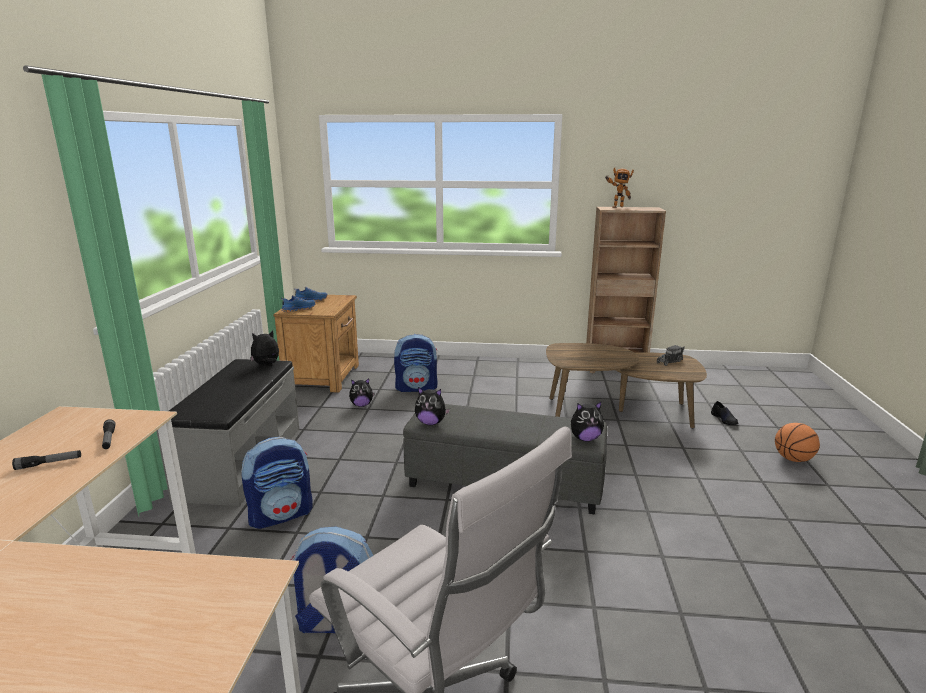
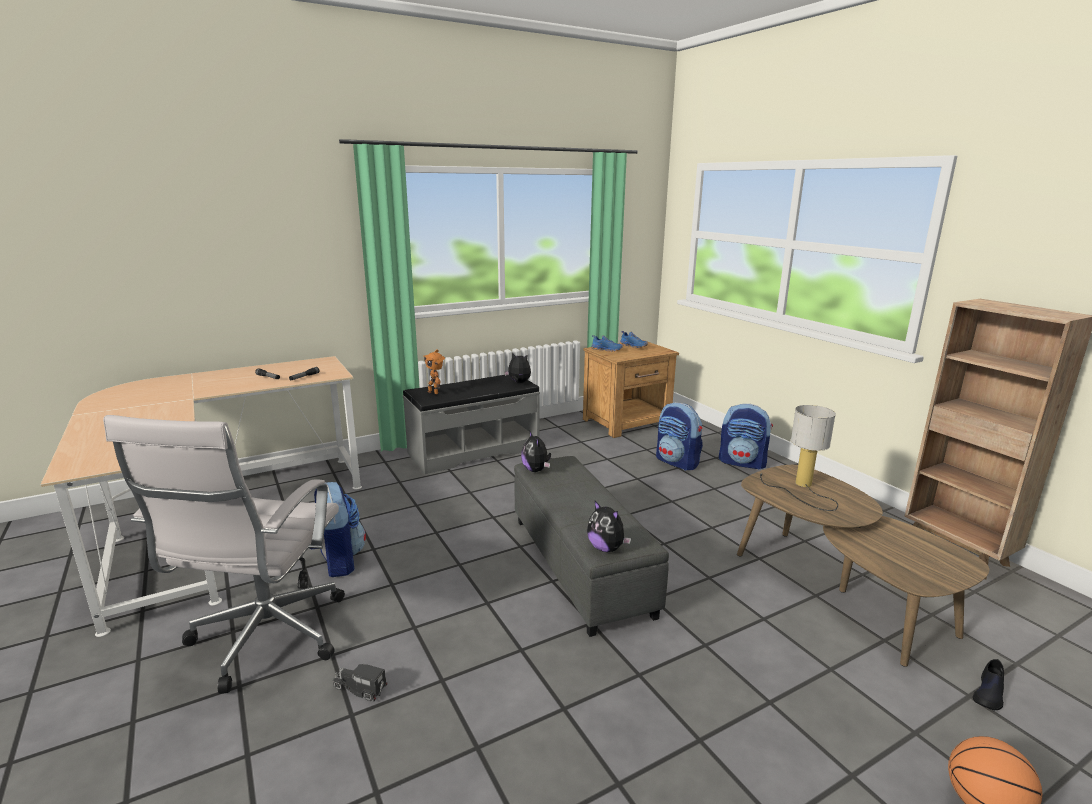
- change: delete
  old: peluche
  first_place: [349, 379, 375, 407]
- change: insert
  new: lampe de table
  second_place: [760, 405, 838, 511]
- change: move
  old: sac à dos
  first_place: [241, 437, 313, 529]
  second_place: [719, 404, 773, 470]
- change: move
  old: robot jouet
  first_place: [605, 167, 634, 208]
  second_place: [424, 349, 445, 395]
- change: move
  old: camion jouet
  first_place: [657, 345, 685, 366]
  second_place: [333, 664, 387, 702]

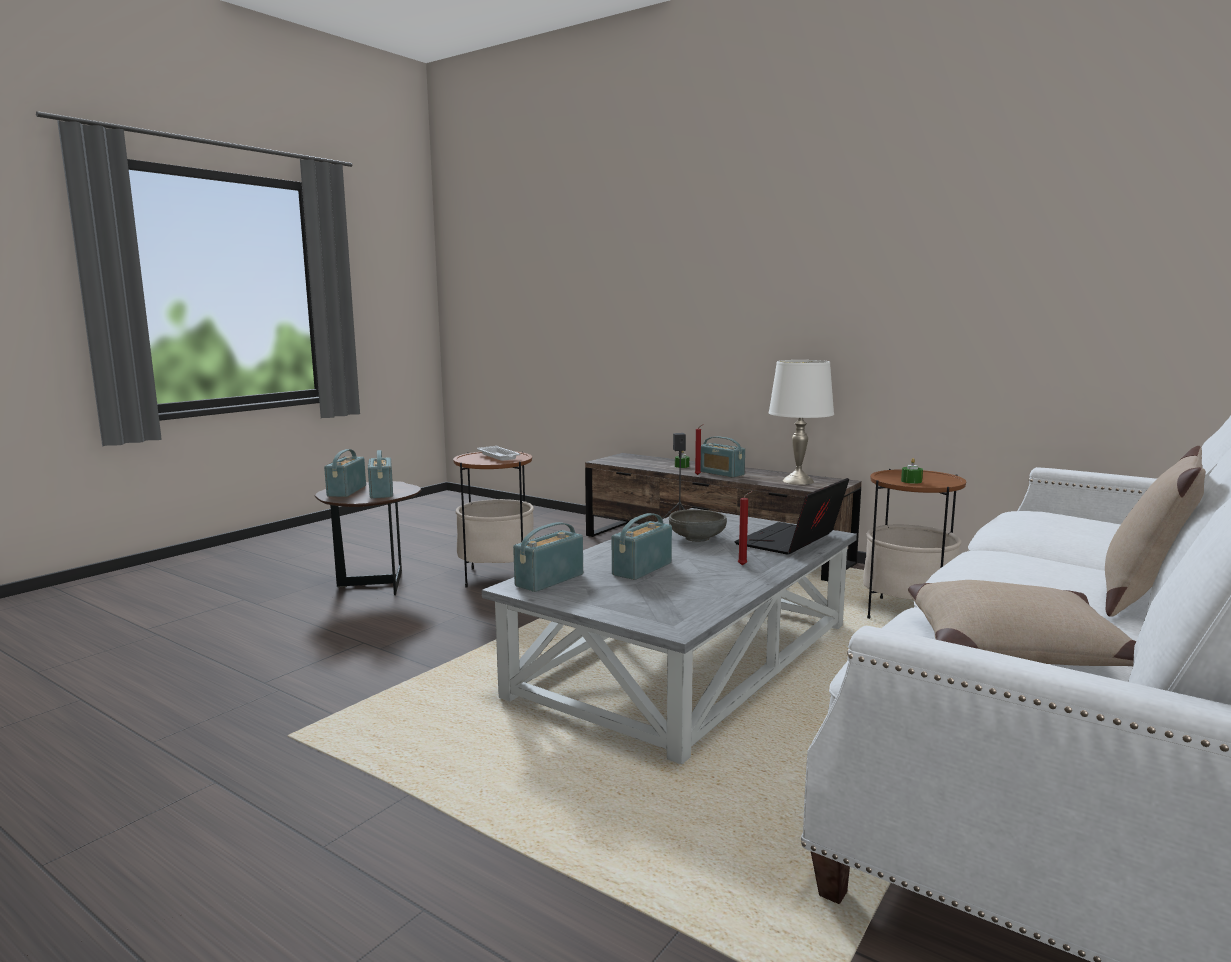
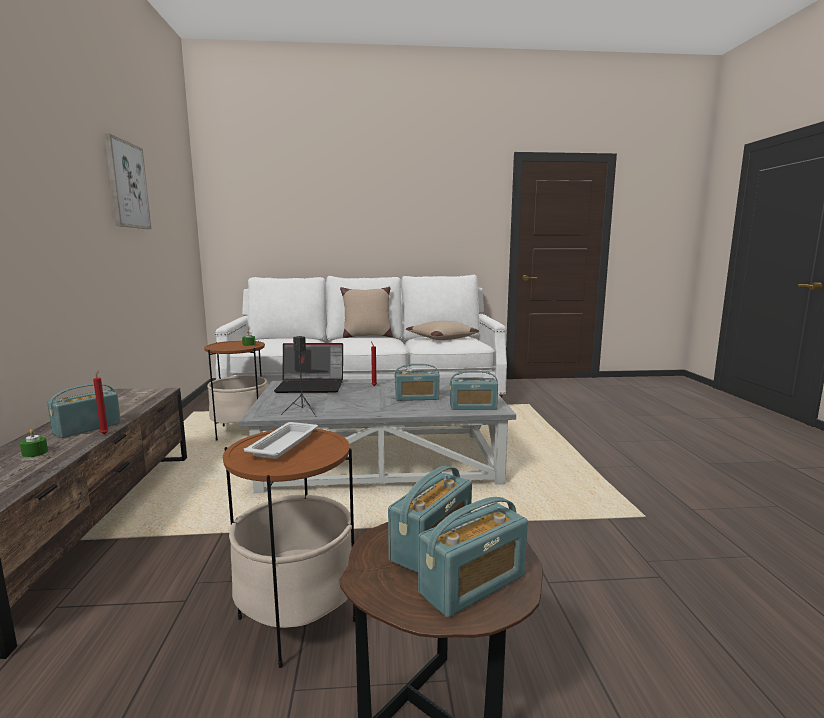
- change: delete
  old: bol (gris)
  first_place: [669, 509, 727, 542]
- change: delete
  old: lampe de table (blanc)
  first_place: [769, 360, 834, 485]
- change: insert
  new: tableau
  second_place: [105, 133, 151, 229]
- change: rotate
  old: radio
  first_place: [700, 436, 745, 478]
  second_place: [47, 384, 121, 438]
  degrees: -150

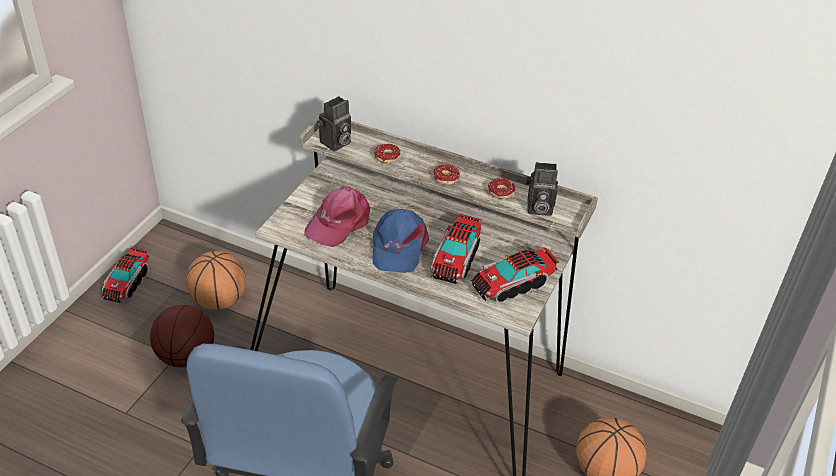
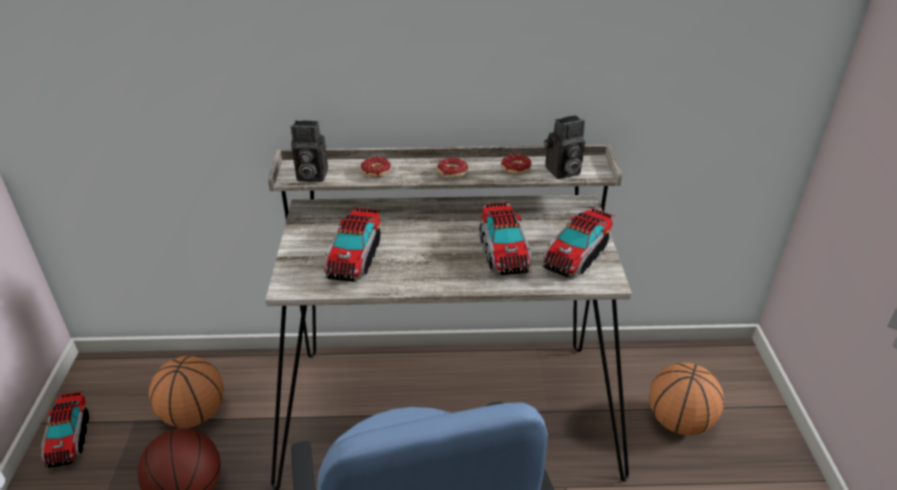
- change: delete
  old: casquette (bleu)
  first_place: [372, 209, 429, 273]
- change: replace
  old: casquette (rose)
  new: camion jouet
  first_place: [304, 186, 371, 247]
  second_place: [324, 208, 381, 282]
- change: rotate
  old: appareil photo
  first_place: [317, 96, 351, 151]
  second_place: [291, 120, 328, 182]
  degrees: 75

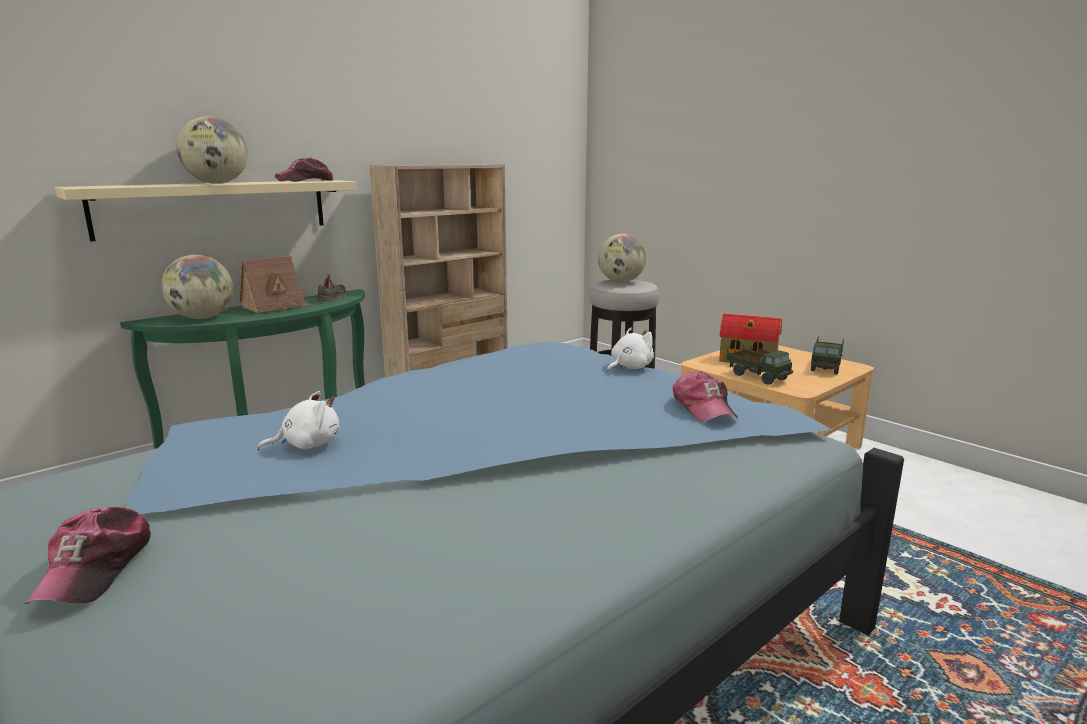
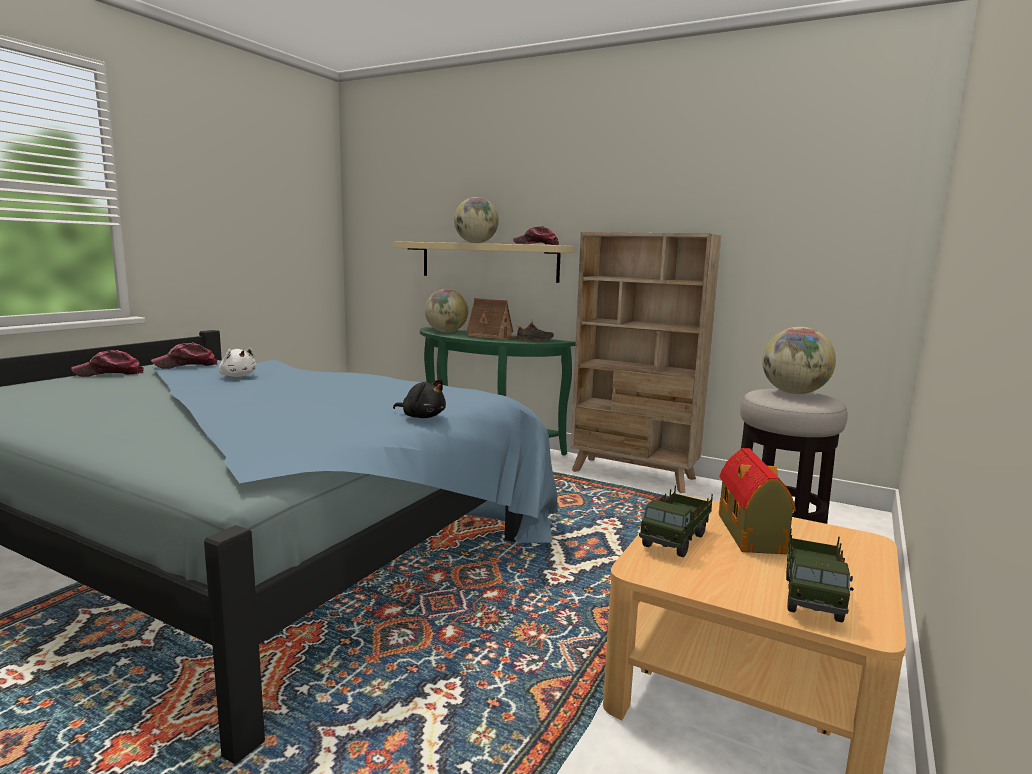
- change: move
  old: casquette
  first_place: [672, 371, 738, 422]
  second_place: [151, 343, 217, 369]
- change: recolor
  old: peluche (blanc)
  new: peluche (noir)
  first_place: [607, 328, 654, 372]
  second_place: [393, 379, 446, 418]
- change: rotate
  old: camion jouet
  first_place: [811, 336, 844, 374]
  second_place: [786, 528, 854, 622]
  degrees: -75

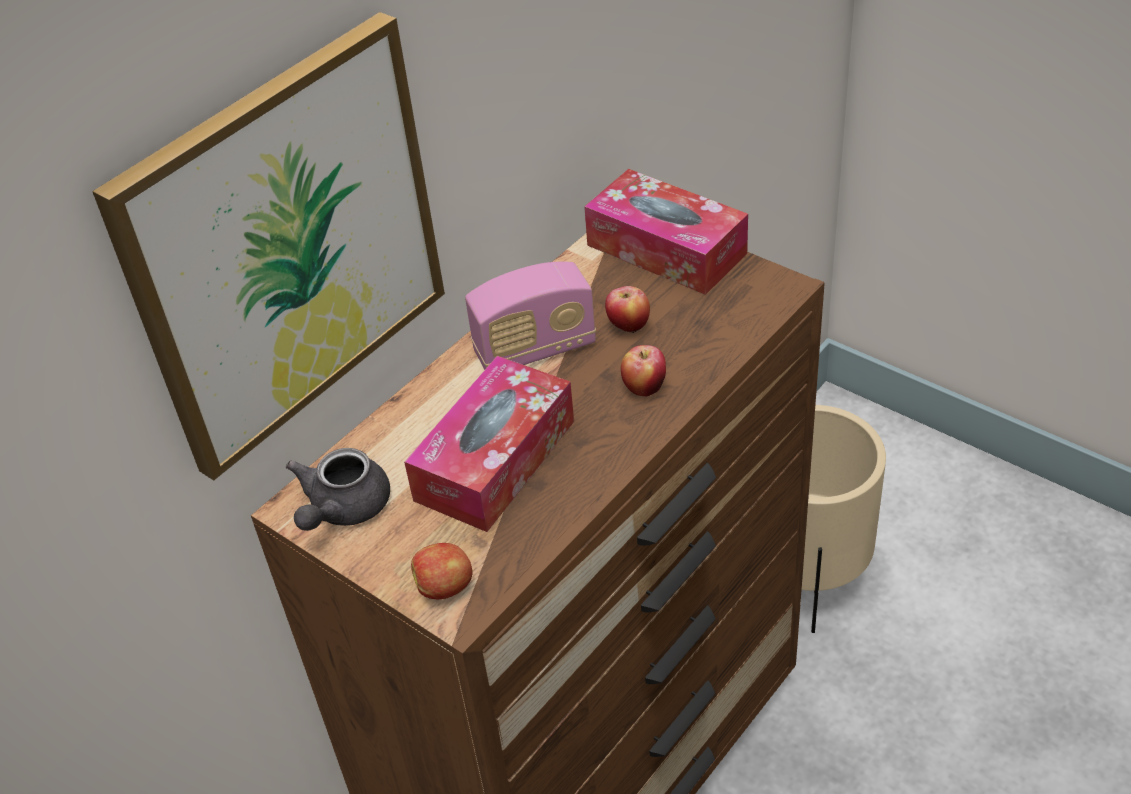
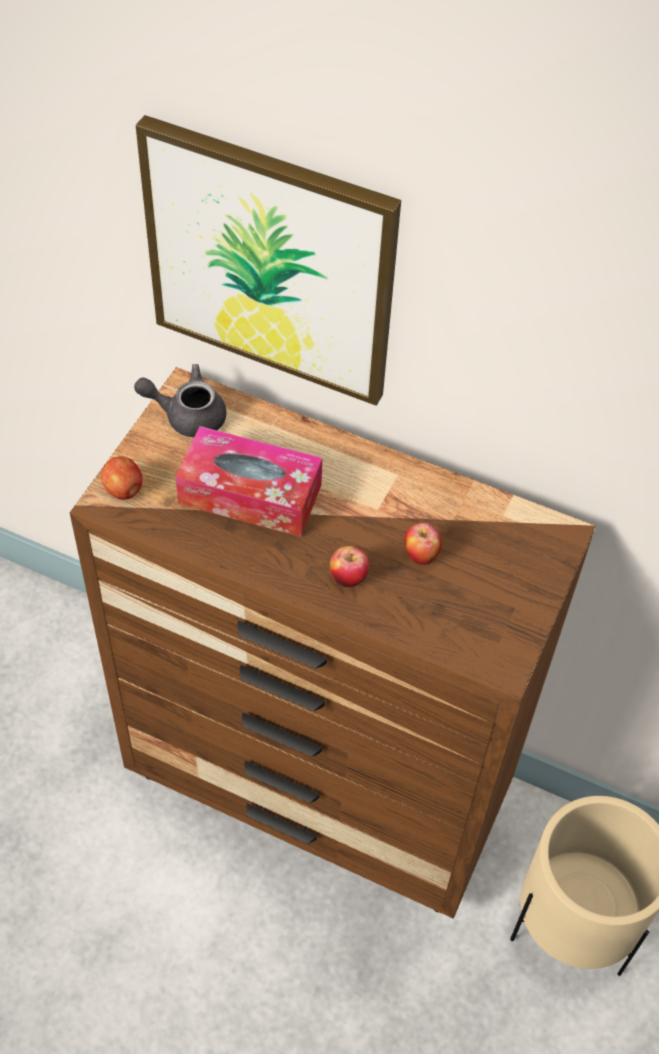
- change: delete
  old: radio
  first_place: [465, 261, 596, 370]
- change: delete
  old: boîte à mouchoirs
  first_place: [584, 169, 748, 295]

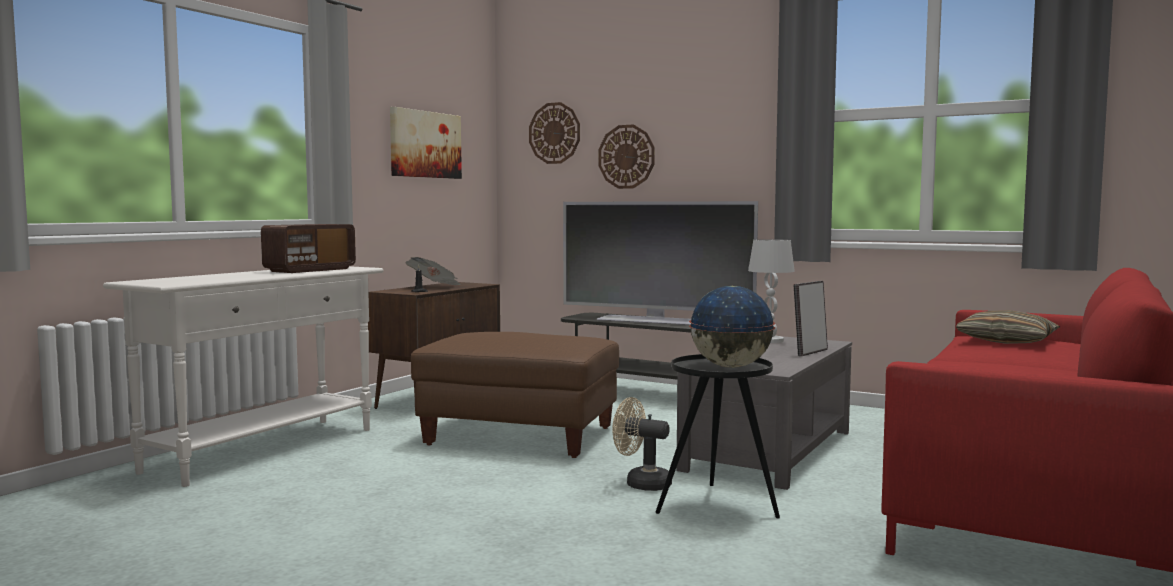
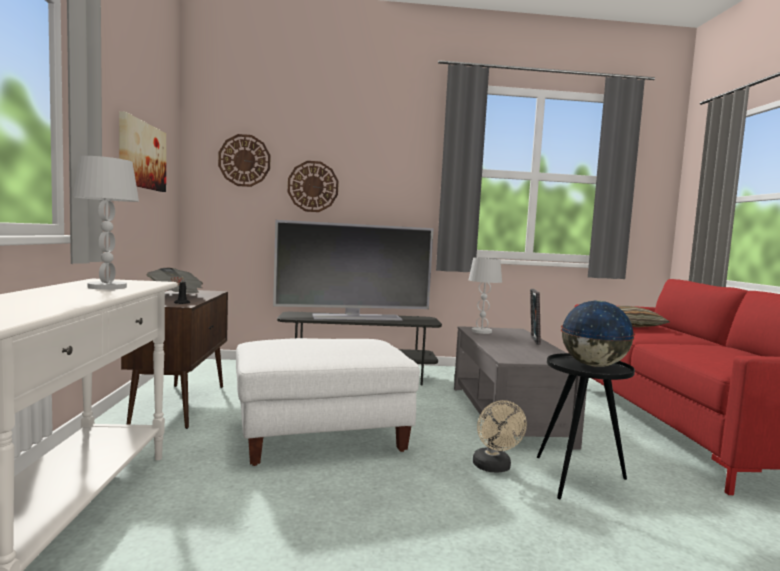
- change: replace
  old: radio
  new: lampe de table (blanc)
  first_place: [261, 224, 356, 273]
  second_place: [73, 156, 139, 289]
- change: recolor
  old: pouf (marron)
  new: pouf (blanc)
  first_place: [411, 332, 619, 458]
  second_place: [236, 338, 420, 466]
- change: rotate
  old: ventilateur (beige)
  first_place: [612, 397, 672, 491]
  second_place: [473, 400, 527, 472]
  degrees: -90

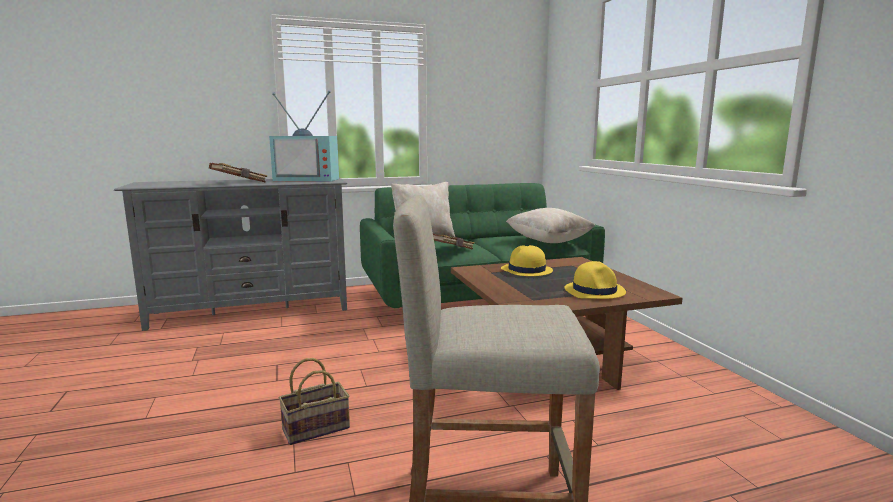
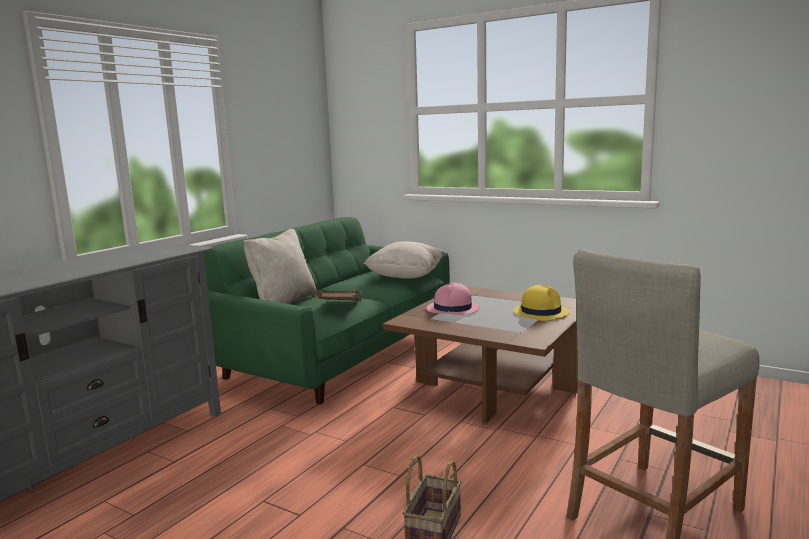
- change: delete
  old: livre (marron)
  first_place: [209, 163, 267, 182]
- change: delete
  old: téléviseur
  first_place: [269, 90, 339, 182]
- change: recolor
  old: chapeau (jaune)
  new: chapeau (rose)
  first_place: [501, 245, 553, 276]
  second_place: [427, 283, 479, 315]

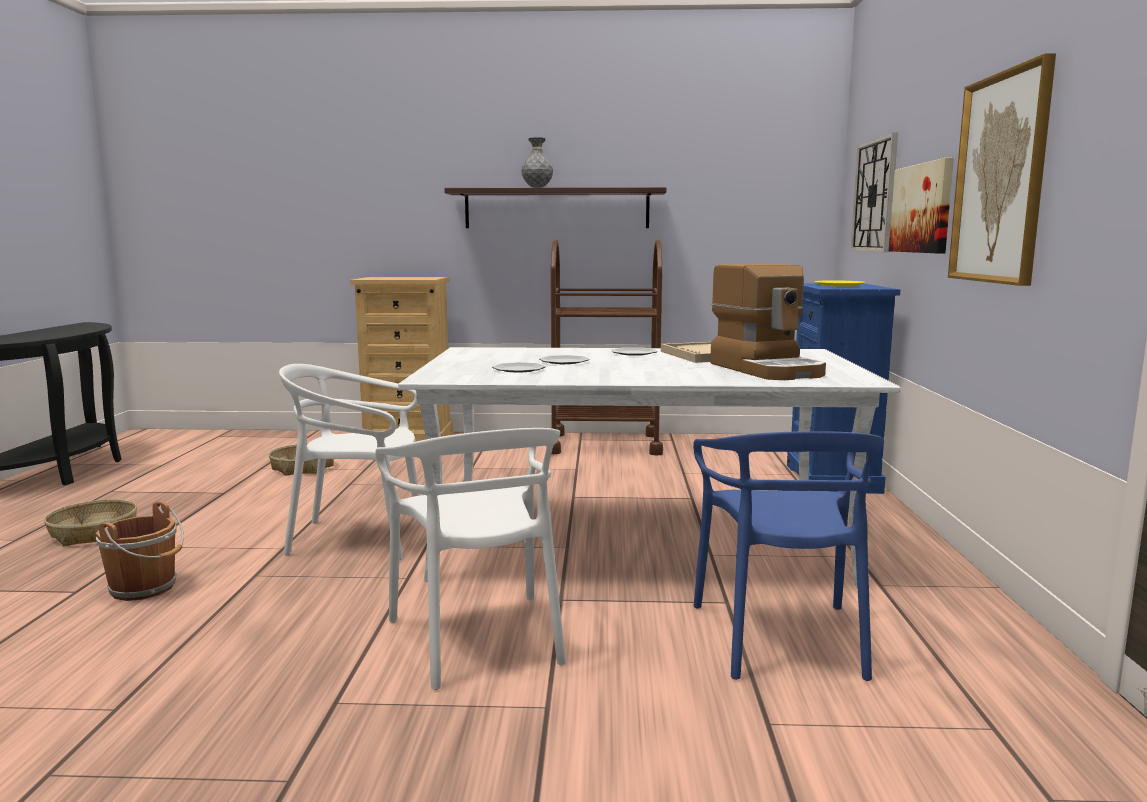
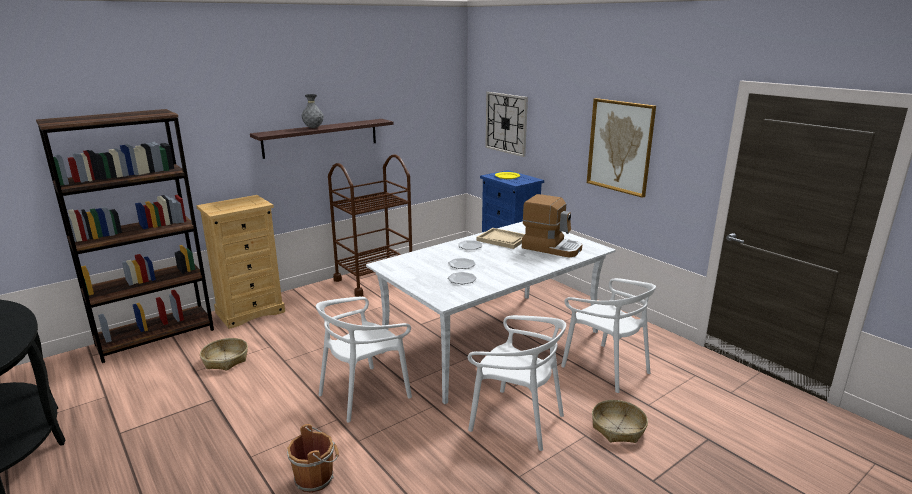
- change: delete
  old: tableau
  first_place: [889, 158, 954, 253]
- change: insert
  new: bibliothèque (marron)
  second_place: [36, 109, 214, 363]
- change: move
  old: panier
  first_place: [44, 499, 137, 546]
  second_place: [592, 400, 648, 443]
- change: recolor
  old: chaise (bleu)
  new: chaise (blanc)
  first_place: [693, 431, 885, 681]
  second_place: [561, 278, 656, 393]

